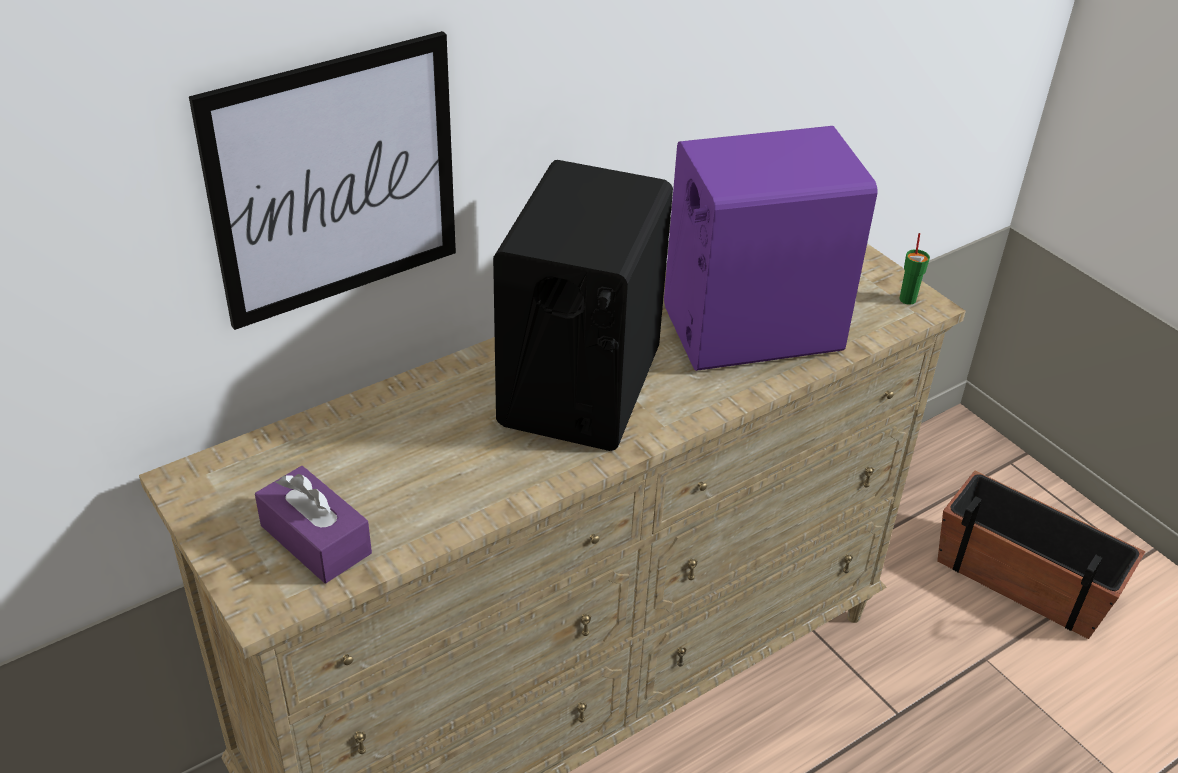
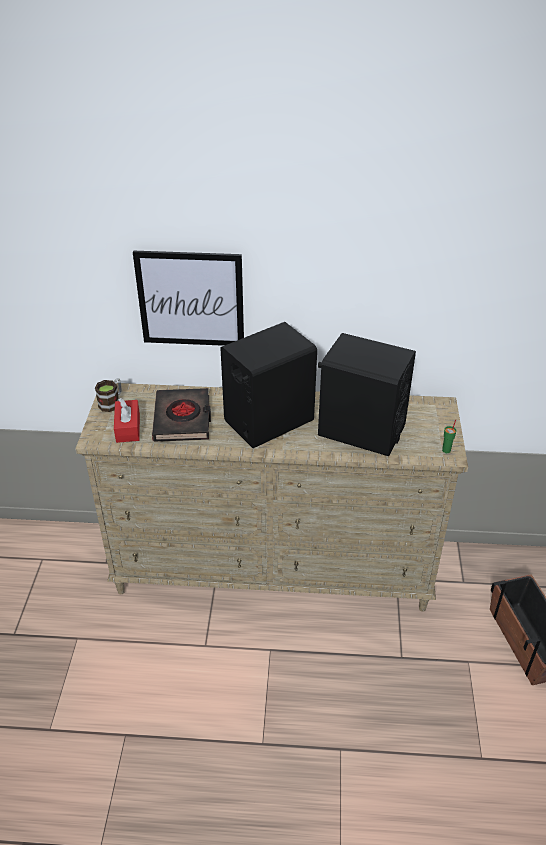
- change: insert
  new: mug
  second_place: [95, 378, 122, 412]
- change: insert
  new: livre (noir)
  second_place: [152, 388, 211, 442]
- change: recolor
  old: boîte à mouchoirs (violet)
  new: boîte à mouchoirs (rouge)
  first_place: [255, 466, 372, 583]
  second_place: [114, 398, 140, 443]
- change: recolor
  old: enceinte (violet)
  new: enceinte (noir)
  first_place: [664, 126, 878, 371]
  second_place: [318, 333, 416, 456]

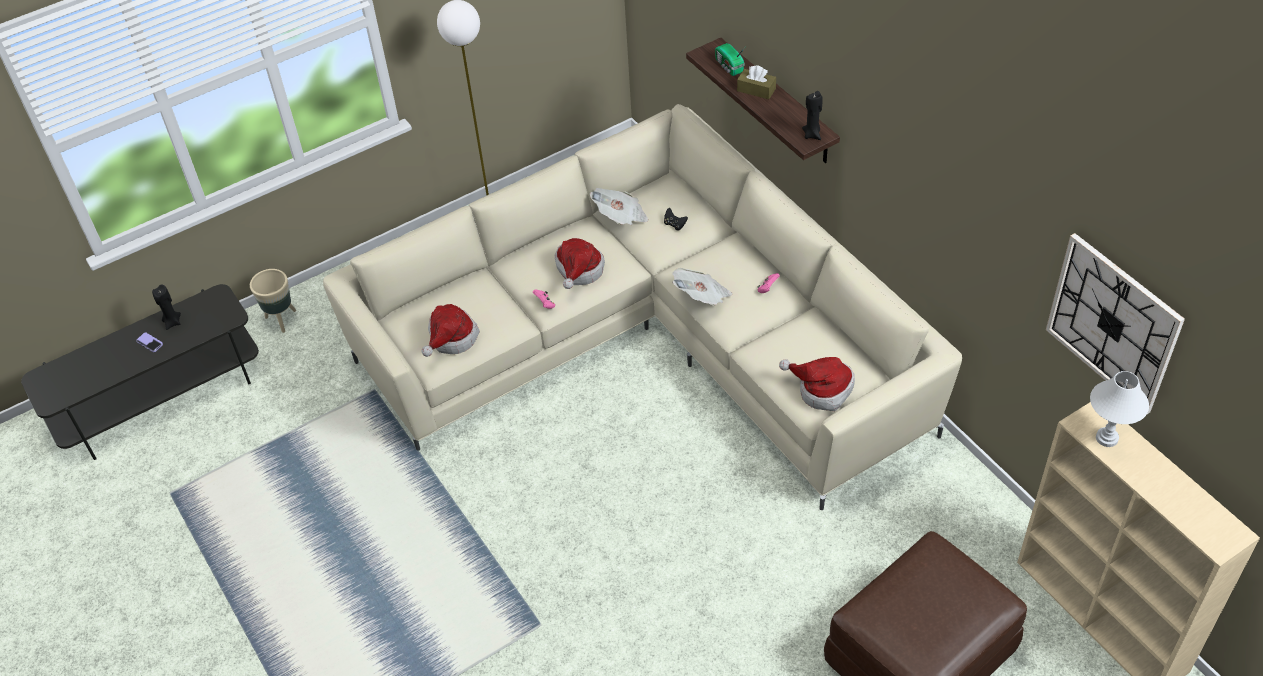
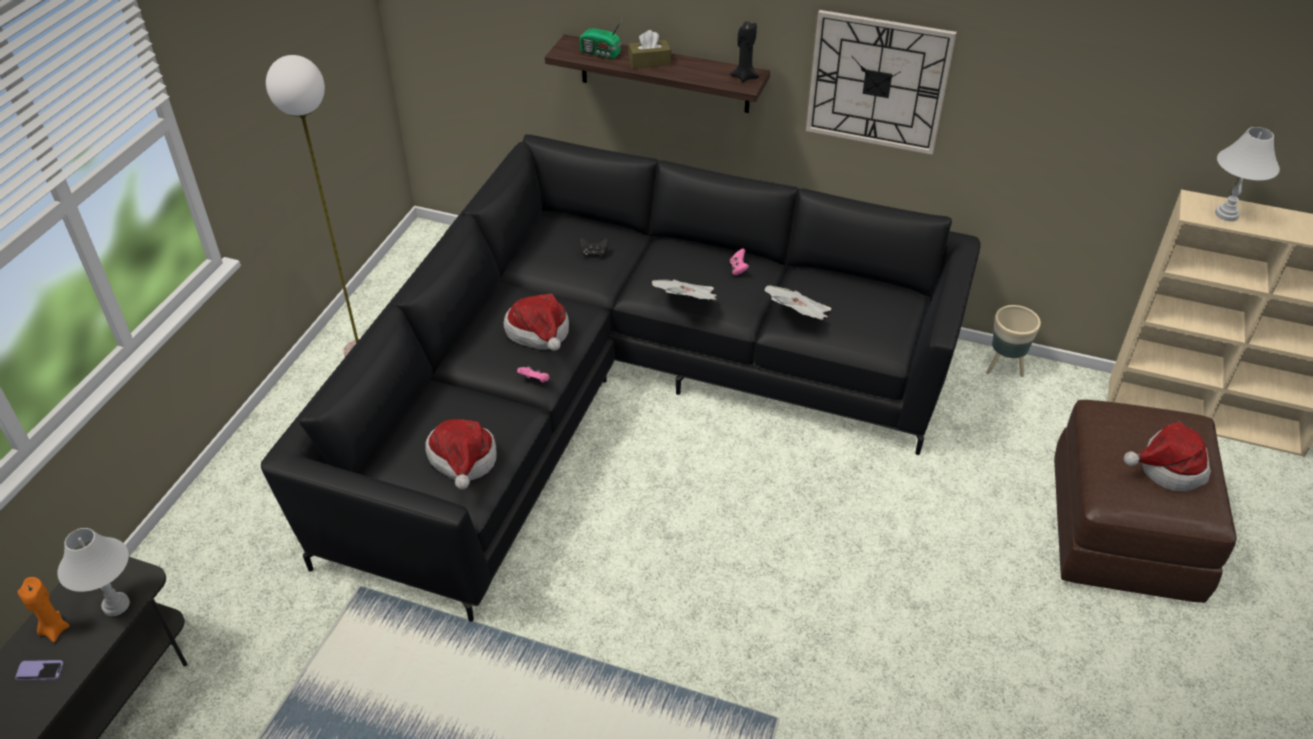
- change: insert
  new: lampe de table (blanc)
  second_place: [57, 528, 130, 616]
- change: move
  old: cache-pot (beige)
  first_place: [250, 269, 296, 333]
  second_place: [986, 305, 1041, 377]
- change: move
  old: journal
  first_place: [590, 188, 649, 225]
  second_place: [765, 285, 831, 320]
- change: move
  old: chapeau
  first_place: [779, 357, 855, 411]
  second_place: [1124, 422, 1211, 492]
- change: move
  old: horloge murale
  first_place: [1046, 233, 1185, 414]
  second_place: [806, 10, 957, 155]
- change: recolor
  old: bougie (noir)
  new: bougie (orange)
  first_place: [152, 284, 181, 330]
  second_place: [18, 577, 69, 642]
- change: recolor
  old: canapé (beige)
  new: canapé (noir)
  first_place: [323, 104, 962, 510]
  second_place: [261, 134, 981, 622]

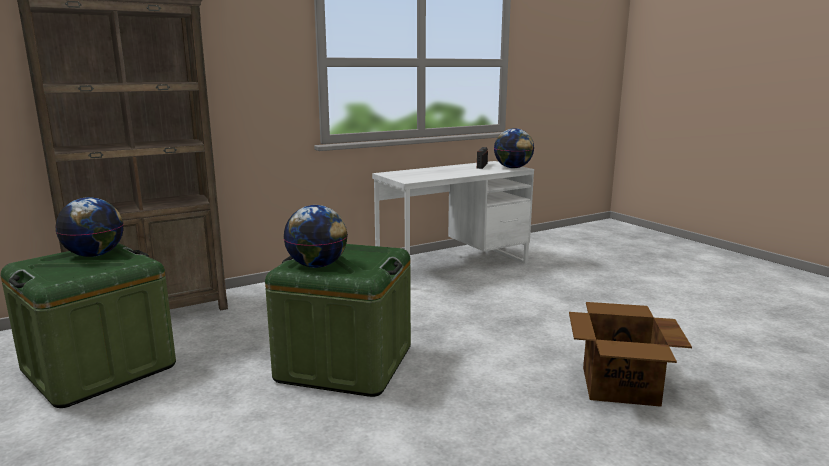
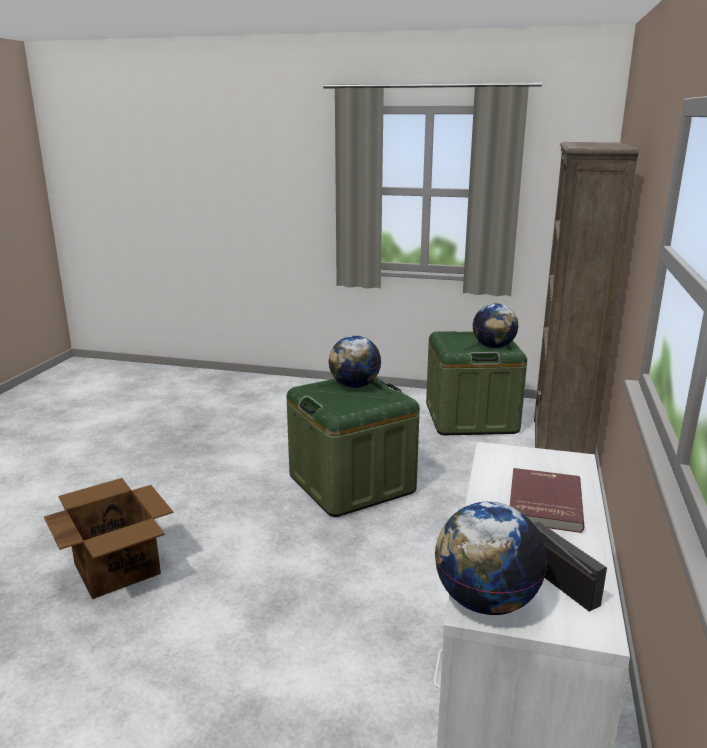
- change: insert
  new: livre (rouge)
  second_place: [510, 468, 584, 533]

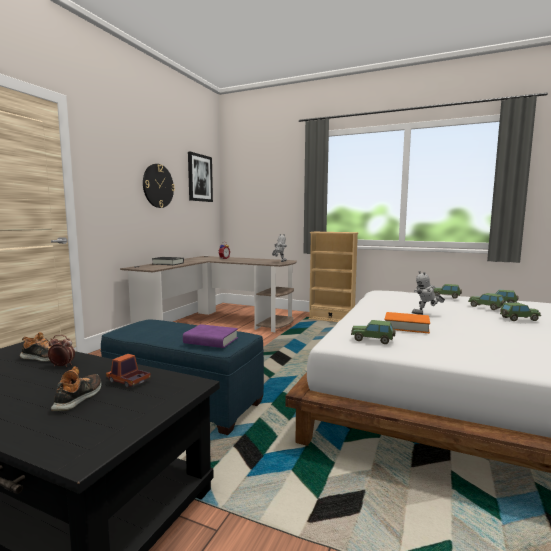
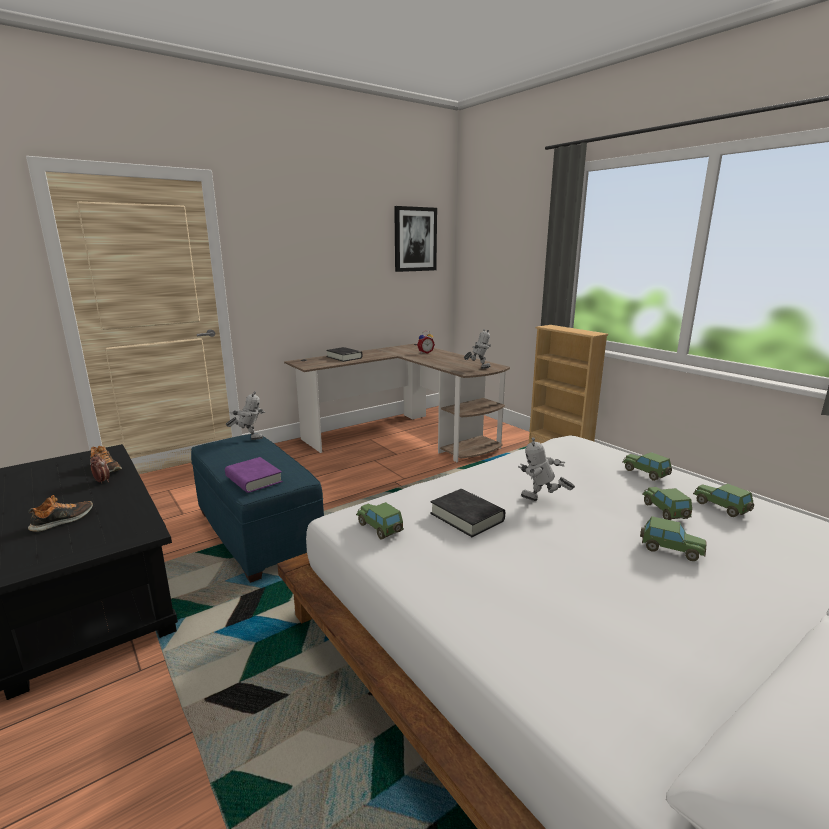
- change: delete
  old: camion jouet
  first_place: [106, 354, 151, 388]
- change: delete
  old: horloge murale
  first_place: [143, 164, 175, 208]
- change: insert
  new: robot jouet
  second_place: [226, 391, 265, 440]
- change: recolor
  old: livre (orange)
  new: livre (noir)
  first_place: [384, 312, 430, 333]
  second_place: [430, 489, 505, 537]

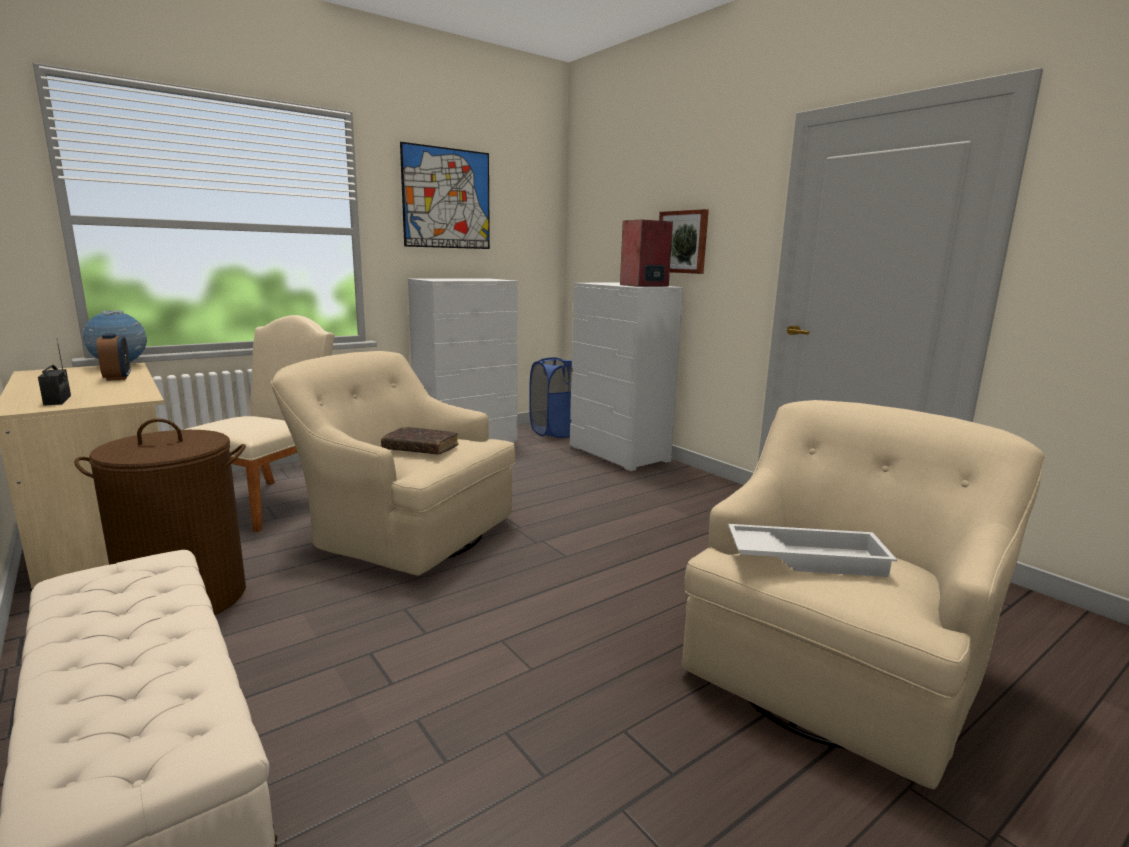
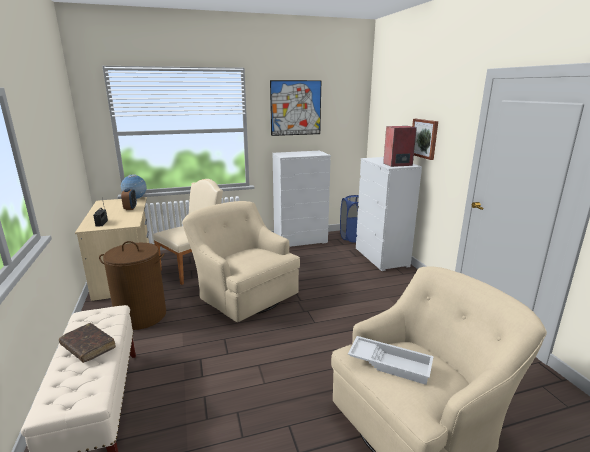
- change: move
  old: livre (marron)
  first_place: [381, 427, 459, 454]
  second_place: [59, 323, 116, 363]

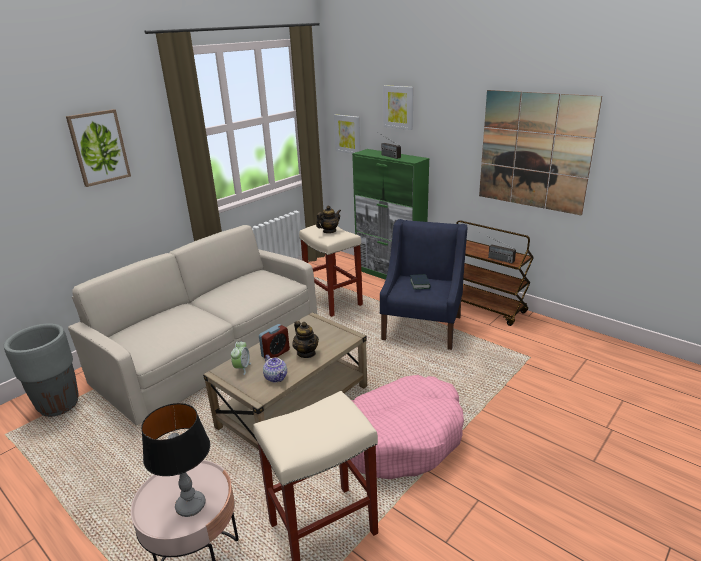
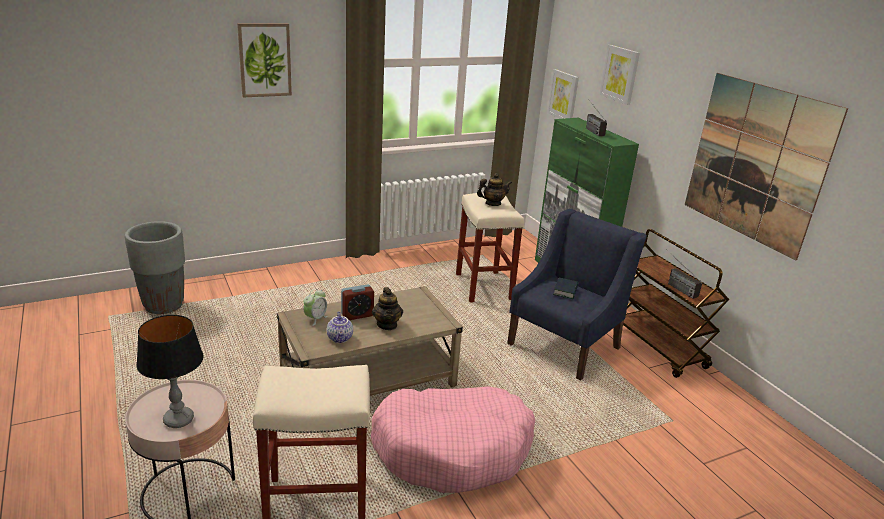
- change: delete
  old: canapé (beige)
  first_place: [68, 225, 318, 425]

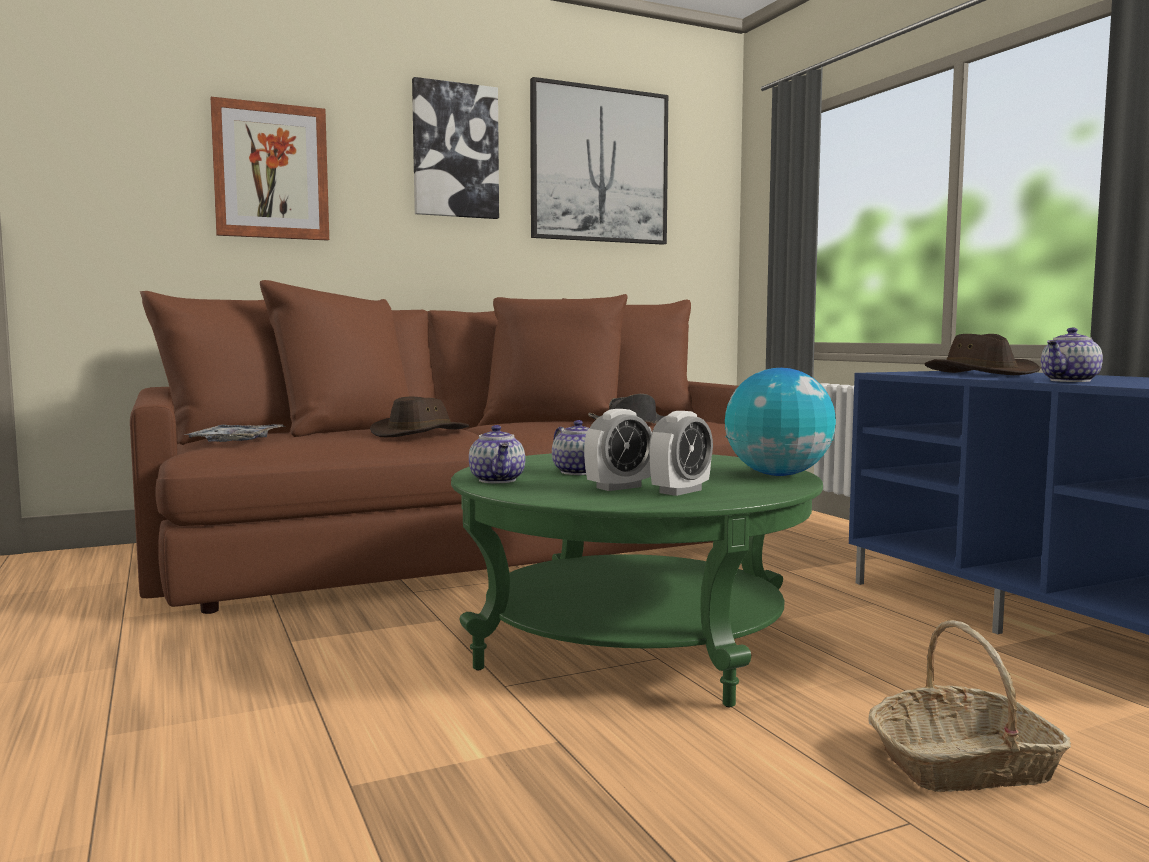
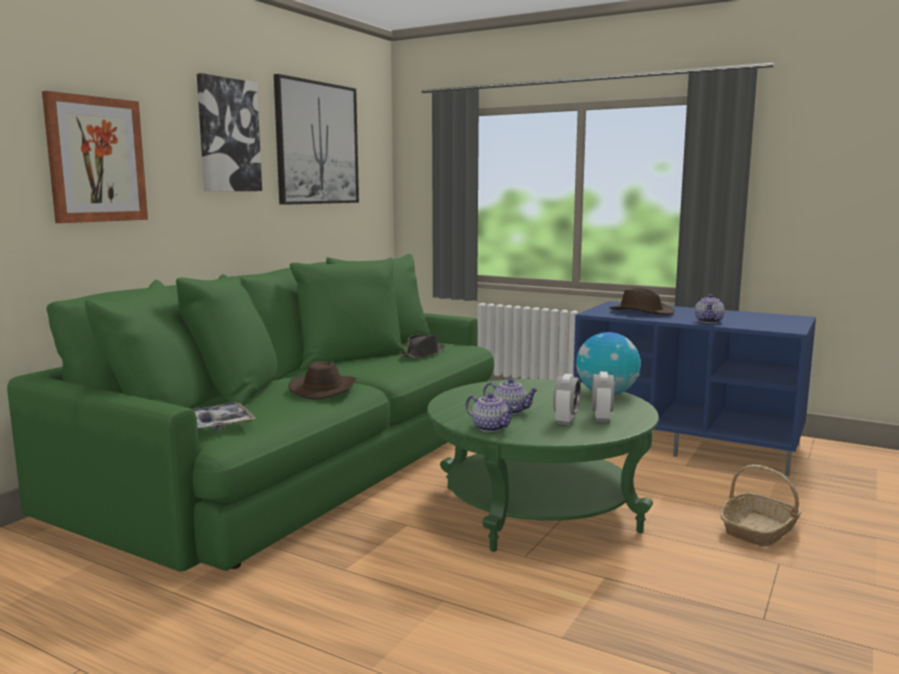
- change: recolor
  old: canapé (marron)
  new: canapé (vert)
  first_place: [130, 280, 738, 614]
  second_place: [7, 254, 494, 572]

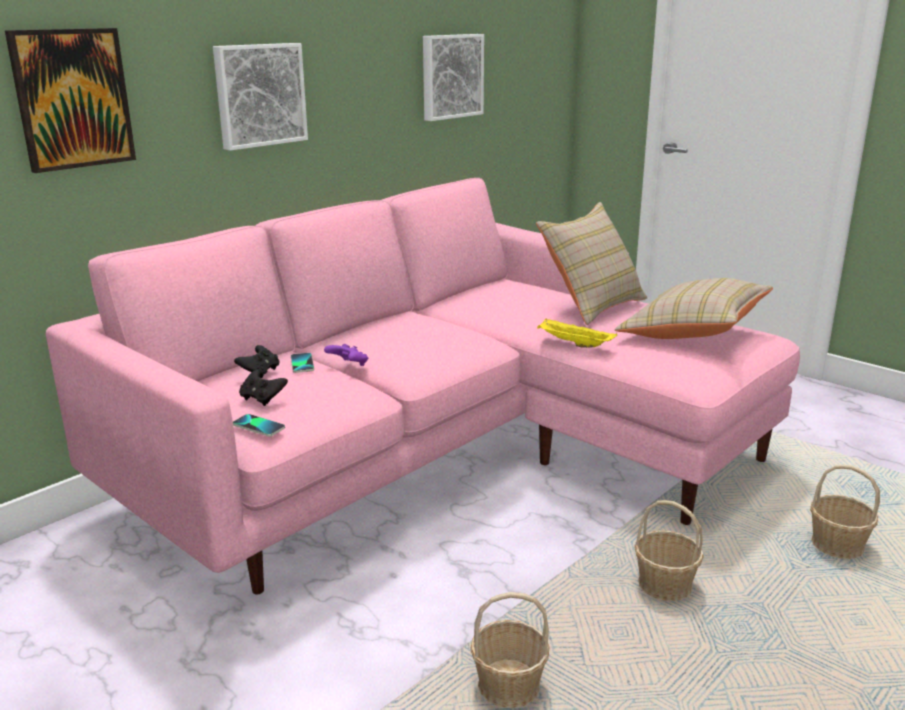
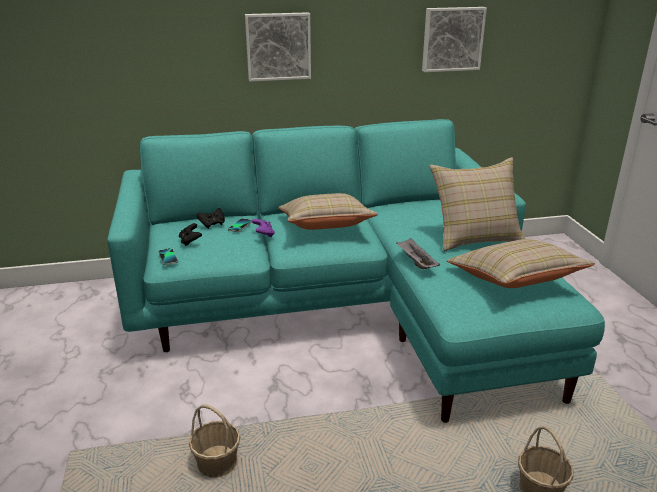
- change: delete
  old: tableau
  first_place: [5, 28, 136, 173]
- change: delete
  old: panier
  first_place: [634, 500, 704, 601]
- change: insert
  new: coussin (beige)
  second_place: [278, 193, 378, 230]
- change: recolor
  old: canapé (rose)
  new: canapé (turquoise)
  first_place: [46, 178, 800, 594]
  second_place: [107, 119, 605, 423]
- change: recolor
  old: plateau (jaune)
  new: plateau (gris)
  first_place: [537, 319, 617, 348]
  second_place: [396, 238, 440, 269]

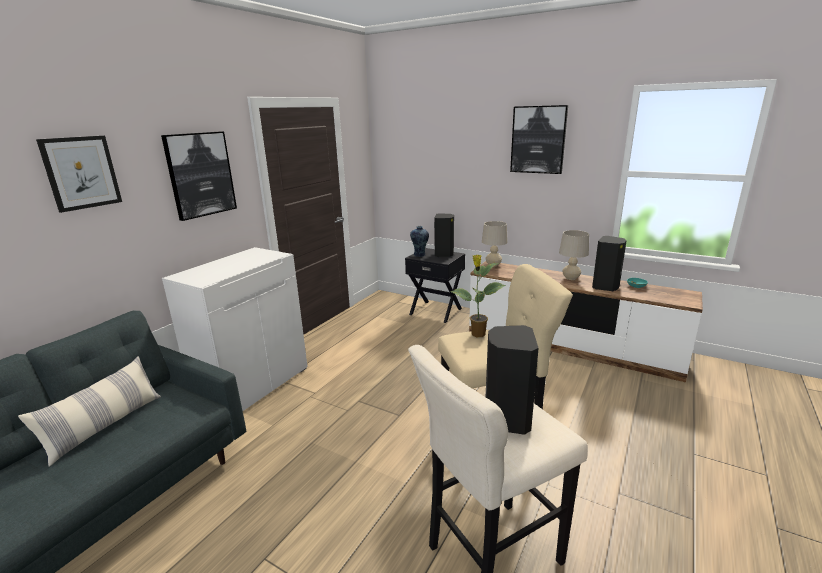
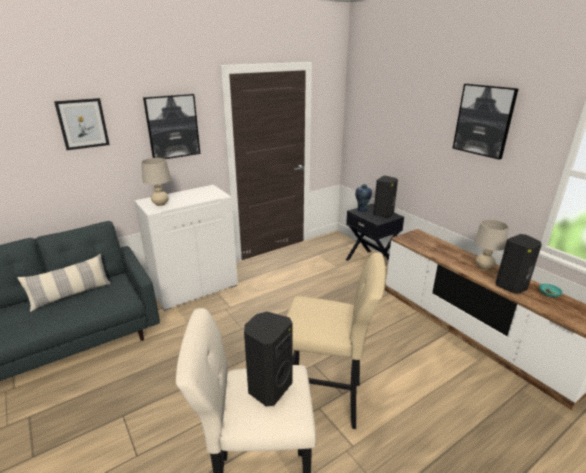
- change: delete
  old: plante en pot
  first_place: [450, 255, 506, 337]
- change: move
  old: lampe de table (beige)
  first_place: [482, 221, 508, 267]
  second_place: [141, 158, 171, 206]

